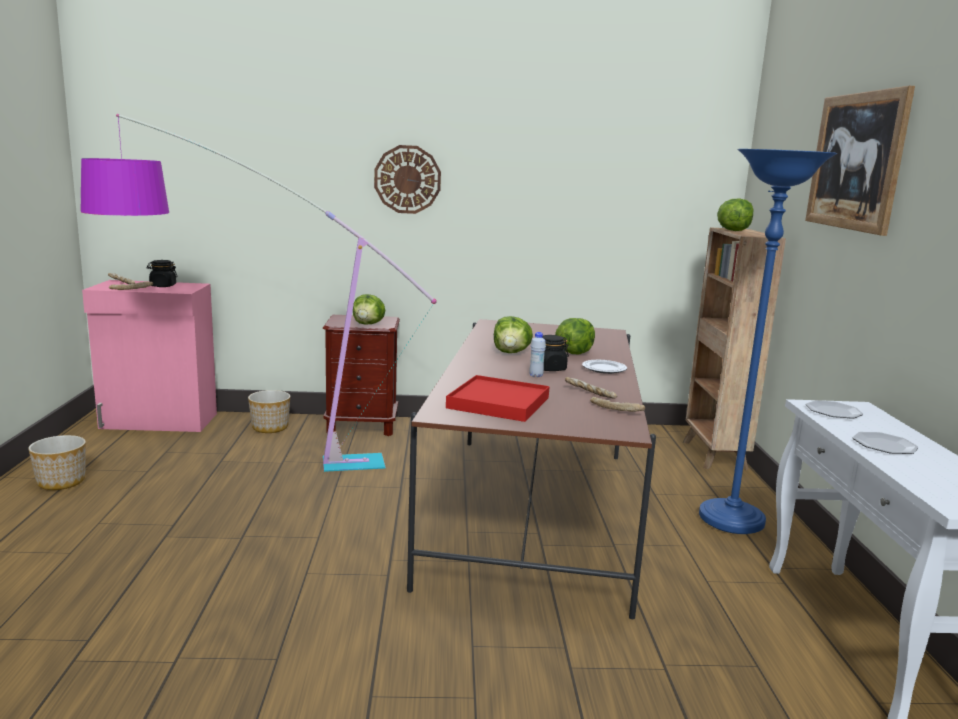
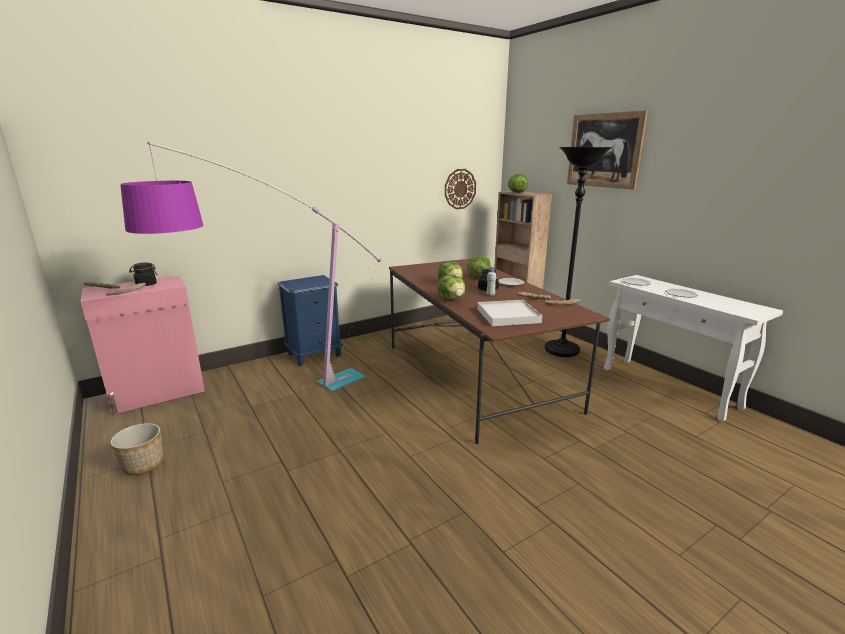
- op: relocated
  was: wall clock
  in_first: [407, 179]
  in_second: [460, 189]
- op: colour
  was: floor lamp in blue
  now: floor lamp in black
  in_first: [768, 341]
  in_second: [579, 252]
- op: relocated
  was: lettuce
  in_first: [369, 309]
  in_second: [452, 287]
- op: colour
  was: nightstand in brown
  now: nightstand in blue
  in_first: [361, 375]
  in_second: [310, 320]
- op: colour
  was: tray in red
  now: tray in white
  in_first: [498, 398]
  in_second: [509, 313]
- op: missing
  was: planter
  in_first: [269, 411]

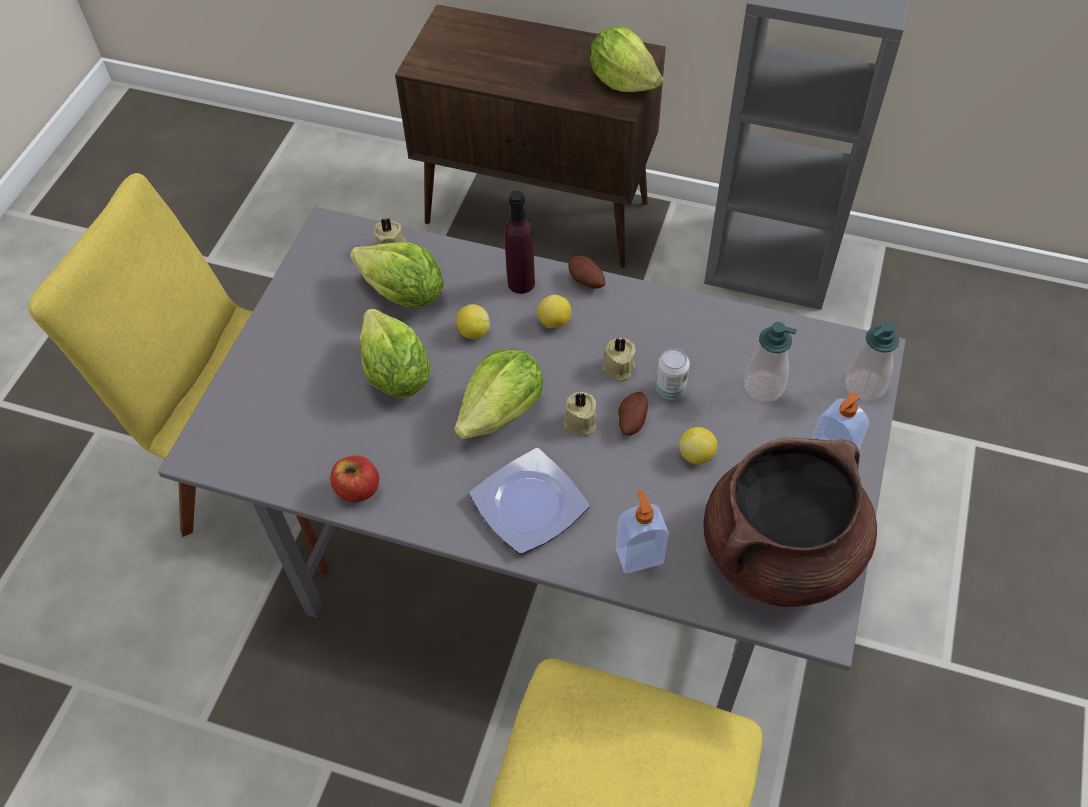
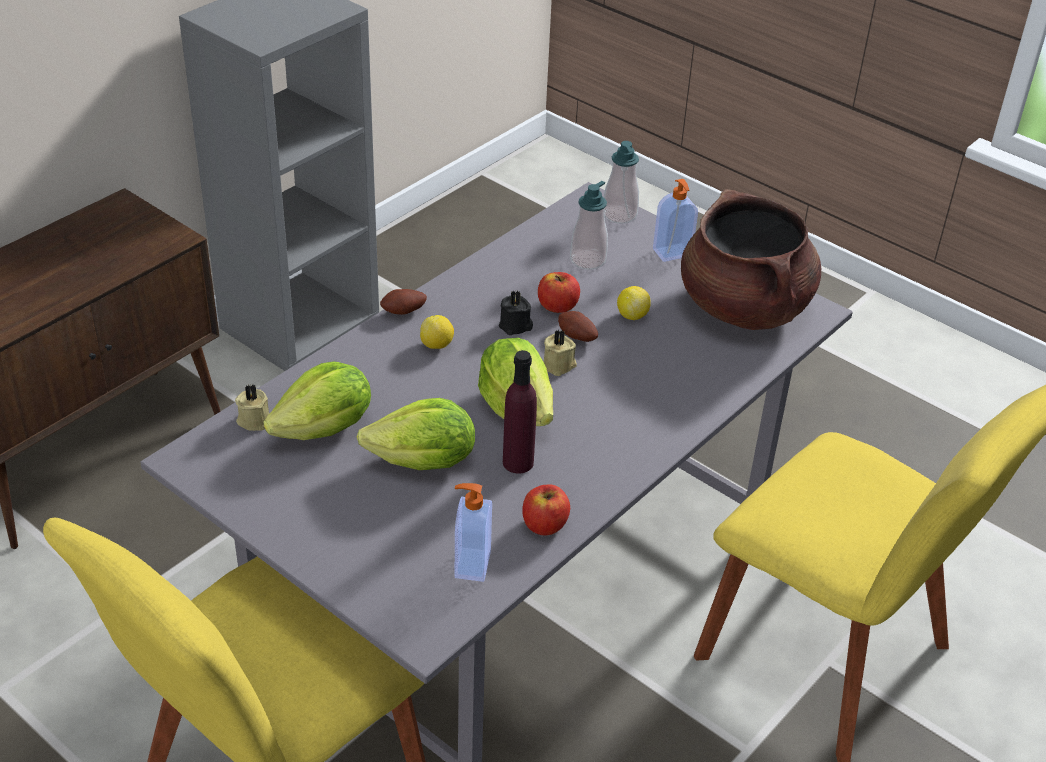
- op: missing
  was: lettuce
  in_first: [626, 59]
- op: relocated
  was: bottle in purple
  in_first: [519, 242]
  in_second: [520, 412]
- op: missing
  was: lemon
  in_first: [473, 321]
- op: colour
  was: candle in beige
  now: candle in black
  in_first: [619, 360]
  in_second: [516, 312]
- op: exchanged
  was: can
  now: apple
  in_first: [673, 373]
  in_second: [559, 292]
- op: missing
  was: plate
  in_first: [529, 501]
- op: relocated
  was: soap dispenser
  in_first: [642, 532]
  in_second: [473, 532]

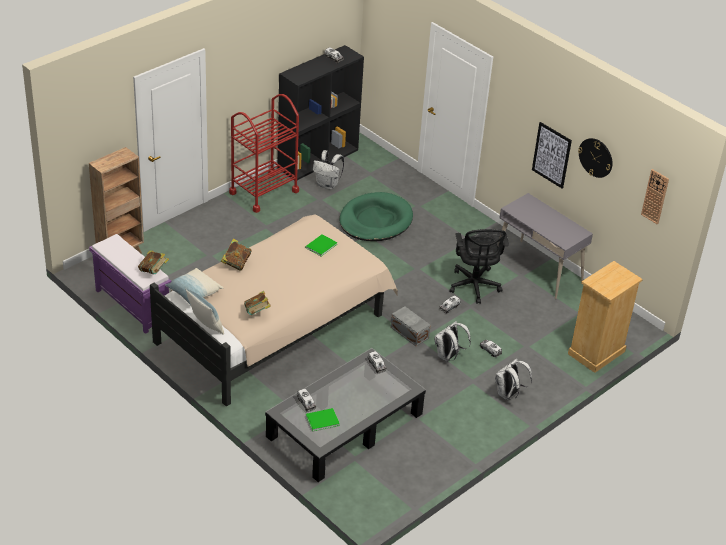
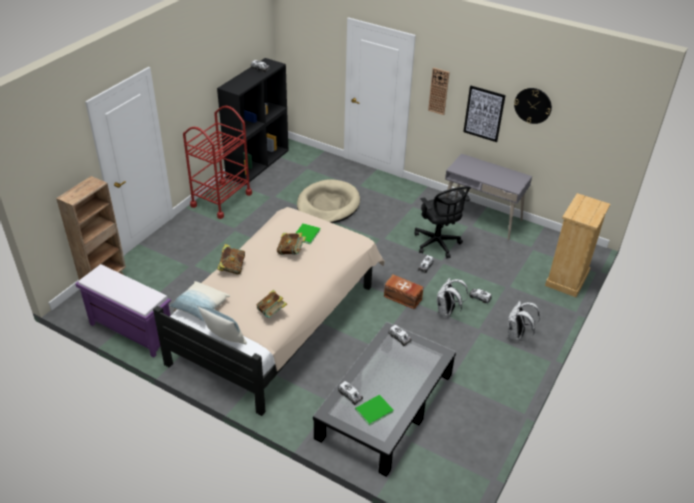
- op: missing
  was: backpack in white
  in_first: [328, 169]
- op: relocated
  was: wall clock
  in_first: [655, 197]
  in_second: [439, 91]
- op: colour
  was: dog bed in green
  now: dog bed in beige
  in_first: [376, 216]
  in_second: [328, 201]
- op: relocated
  was: book
  in_first: [153, 262]
  in_second: [291, 244]
- op: colour
  was: storage box in grey
  now: storage box in brown
  in_first: [411, 326]
  in_second: [404, 292]

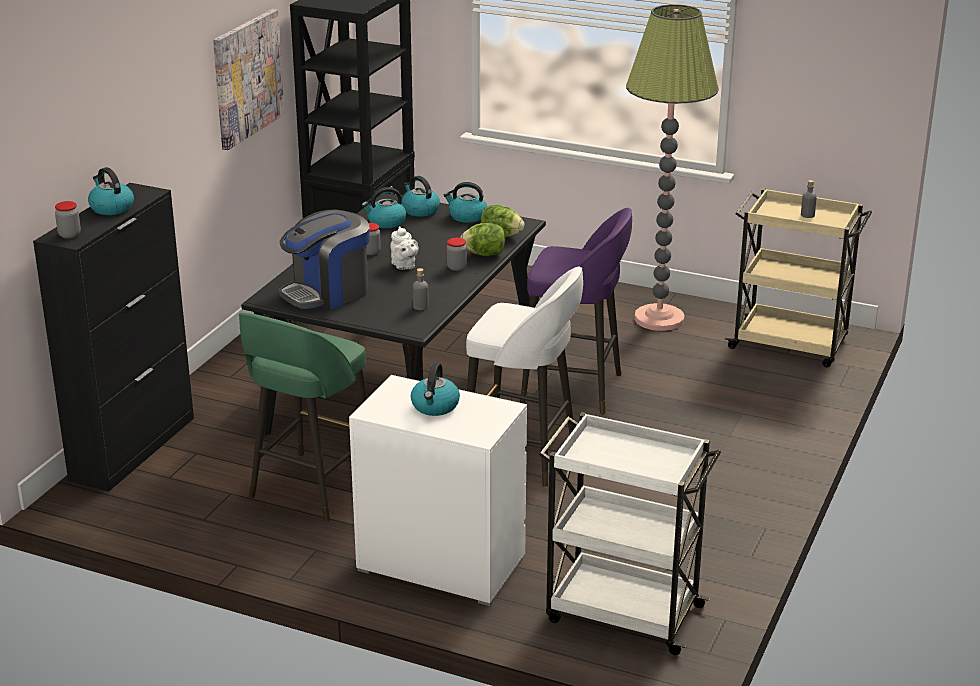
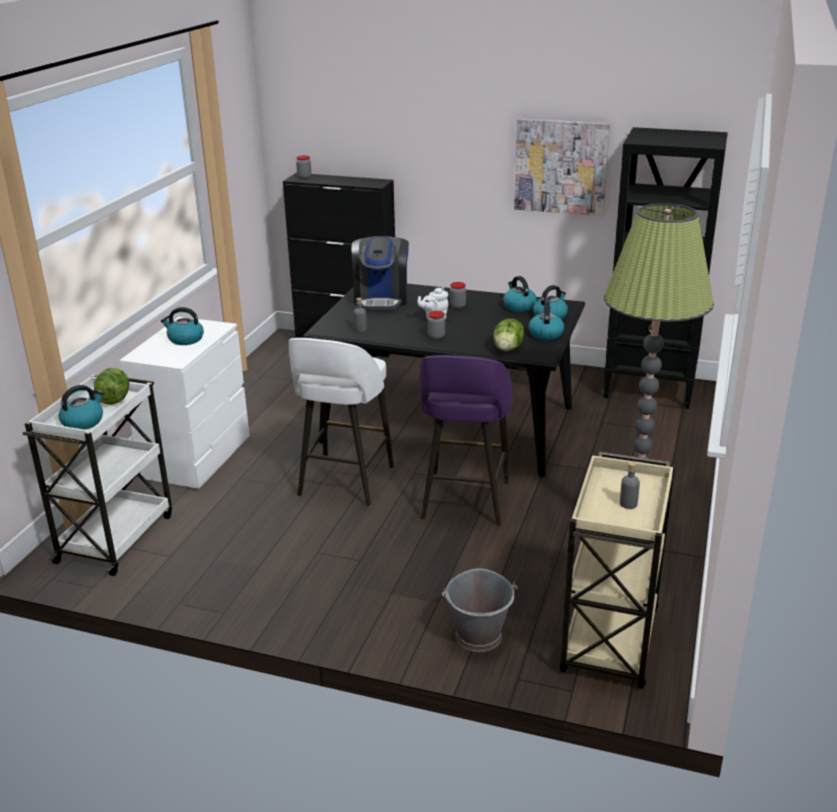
- op: relocated
  was: kettle
  in_first: [111, 191]
  in_second: [81, 407]
- op: spun
  was: coffee machine
  in_first: [324, 260]
  in_second: [380, 273]
  clockwise: -135
- op: relocated
  was: lettuce
  in_first: [482, 239]
  in_second: [111, 386]
- op: missing
  was: stool in green
  in_first: [303, 417]
- op: appeared
  now: bucket in grey
  in_second: [480, 610]

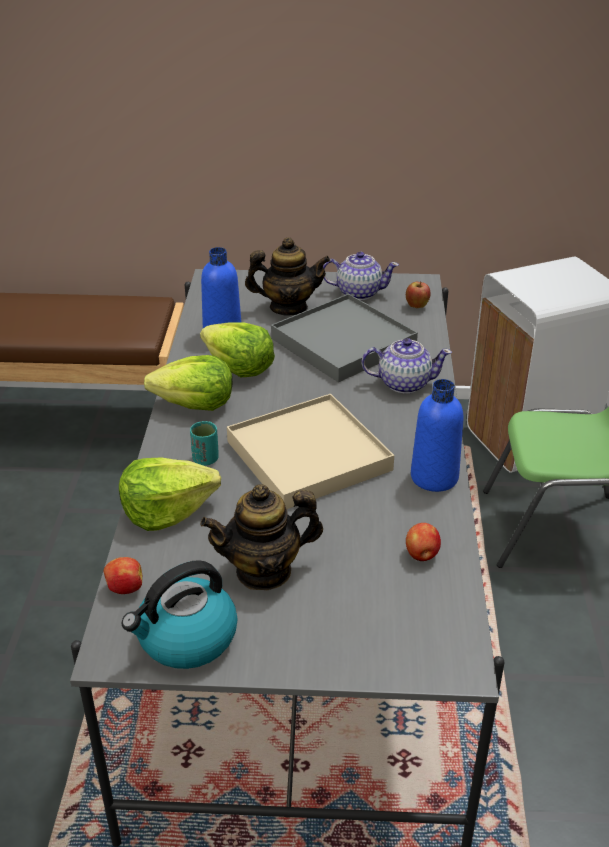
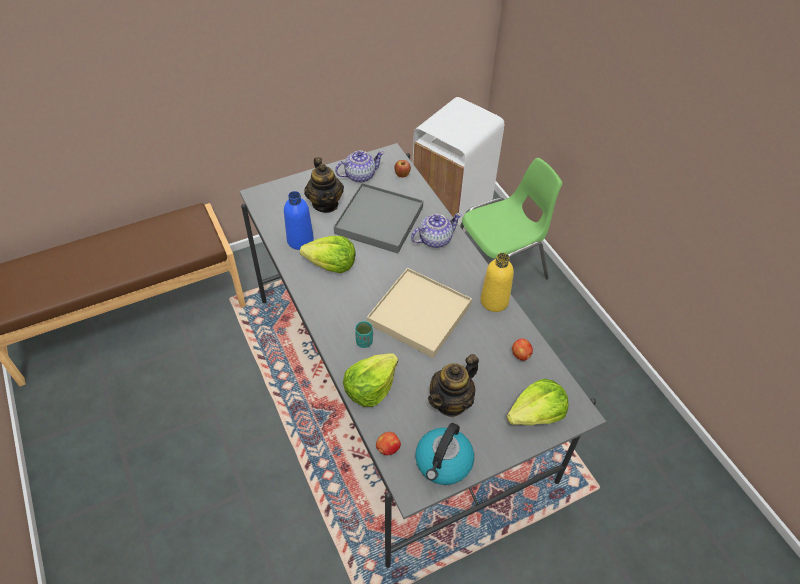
- op: spun
  was: teapot
  in_first: [287, 276]
  in_second: [324, 185]
  clockwise: 105
- op: relocated
  was: lettuce
  in_first: [188, 383]
  in_second: [538, 402]
- op: colour
  was: bottle in blue
  now: bottle in yellow
  in_first: [437, 435]
  in_second: [497, 282]

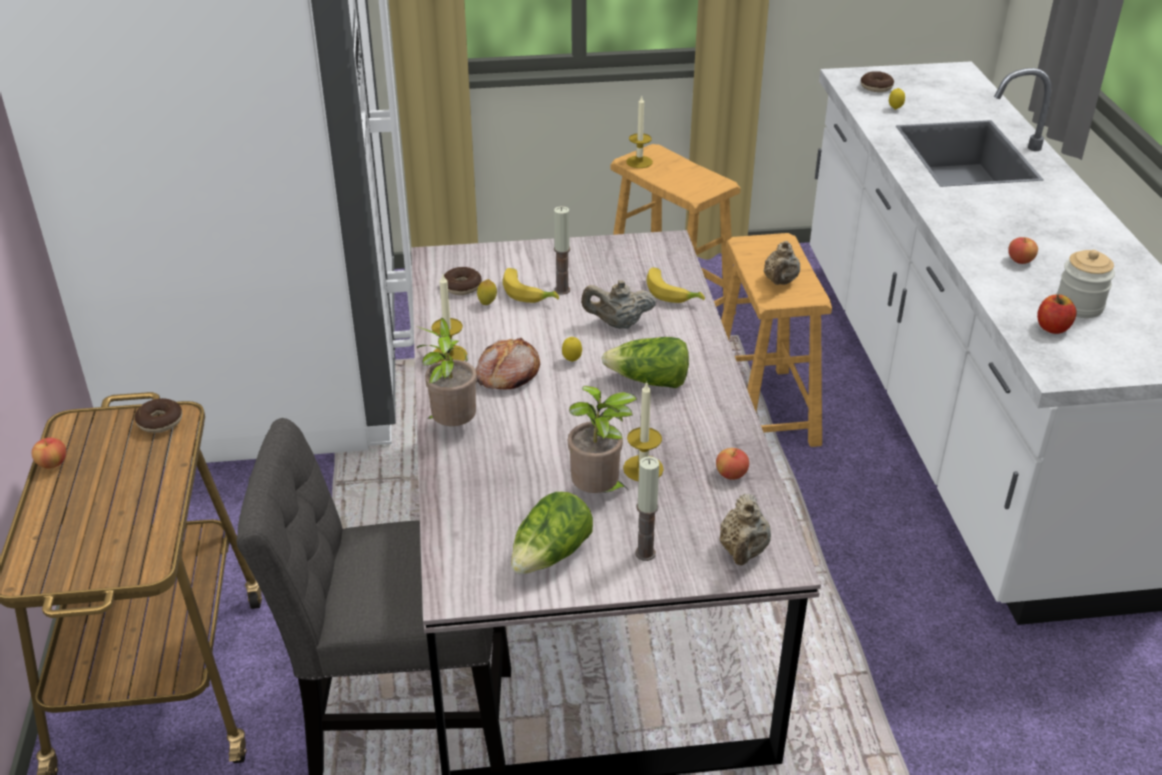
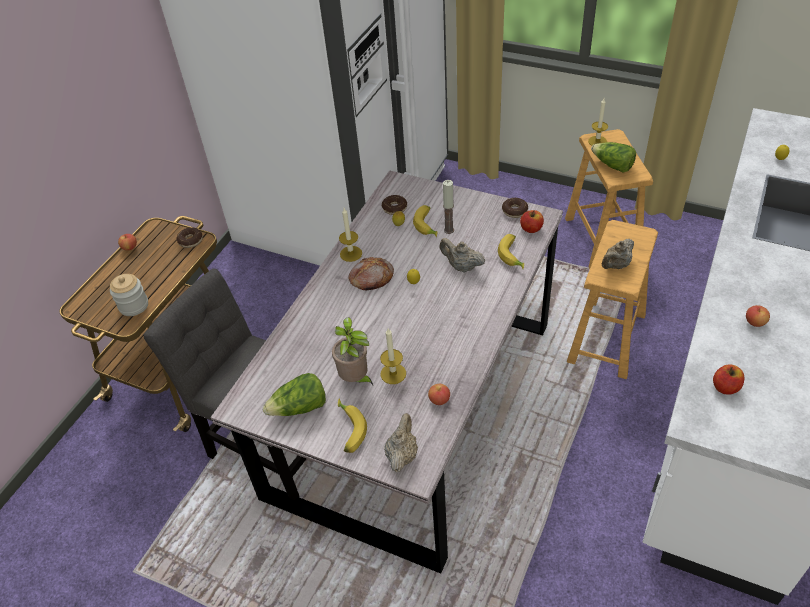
- op: relocated
  was: donut
  in_first: [877, 81]
  in_second: [515, 208]
- op: relocated
  was: jar
  in_first: [1086, 284]
  in_second: [129, 295]
- op: missing
  was: potted plant
  in_first: [446, 372]
- op: relocated
  was: lettuce
  in_first: [645, 362]
  in_second: [613, 157]
- op: exchanged
  was: candle
  now: banana
  in_first: [647, 508]
  in_second: [352, 426]
- op: spun
  was: teapot in beige
  in_first: [745, 529]
  in_second: [401, 442]
  clockwise: 150
- op: appeared
  now: apple
  in_second: [532, 221]

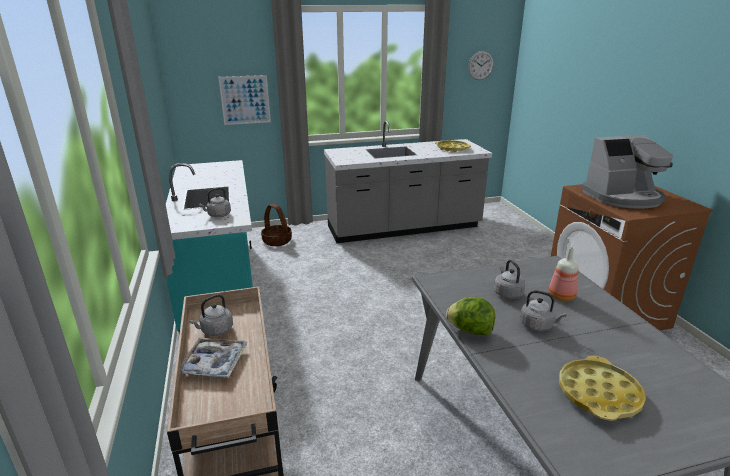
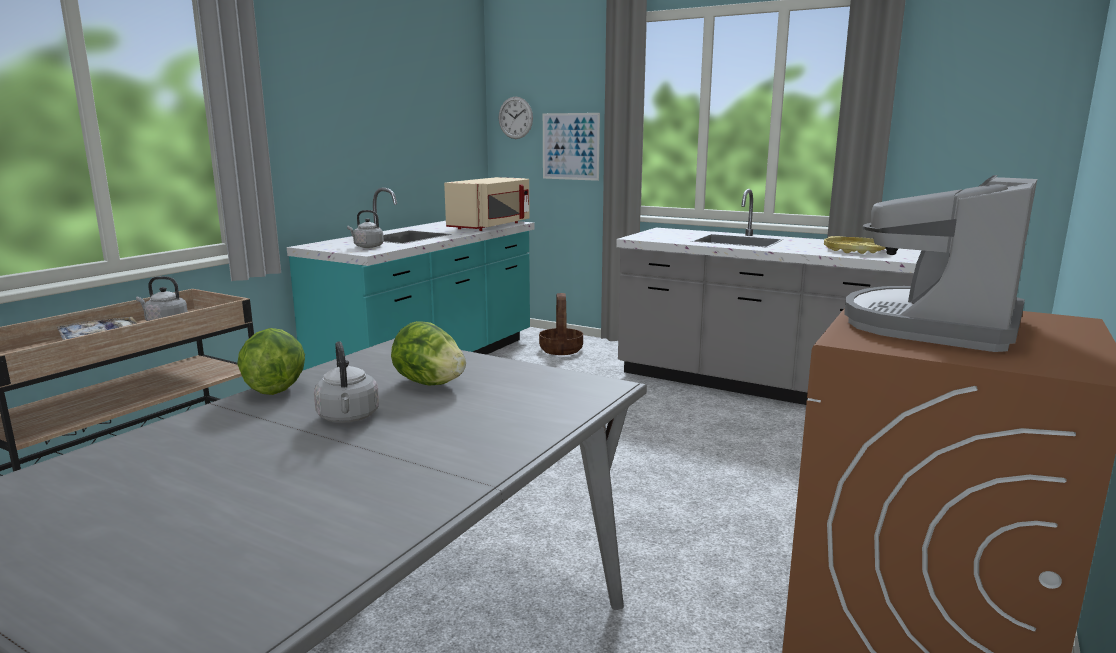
- op: relocated
  was: wall clock
  in_first: [481, 65]
  in_second: [516, 118]
- op: spun
  was: coffee machine
  in_first: [627, 172]
  in_second: [940, 263]
  clockwise: 90
- op: missing
  was: bottle
  in_first: [564, 274]
- op: exchanged
  was: kettle in grey
  now: lettuce
  in_first: [509, 279]
  in_second: [428, 353]
- op: missing
  was: tray in yellow
  in_first: [602, 388]
- op: appeared
  now: microwave in beige
  in_second: [487, 204]

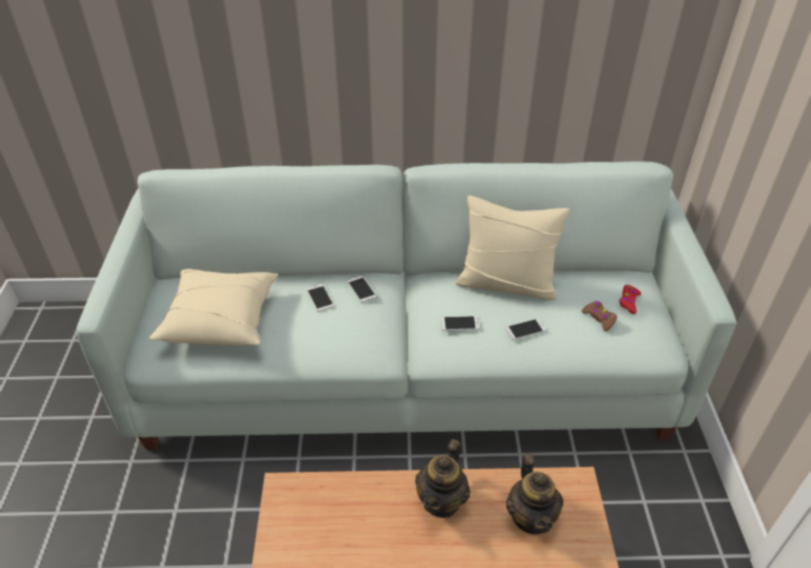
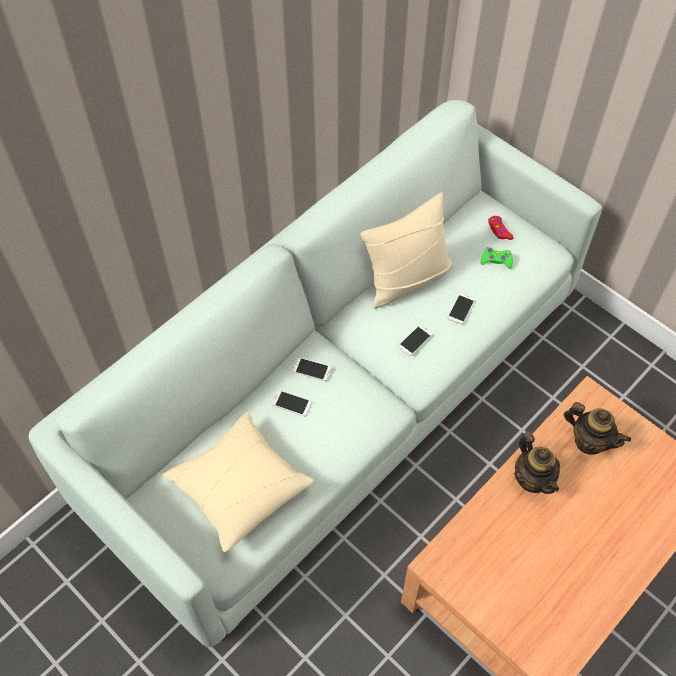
- op: colour
  was: game controller in brown
  now: game controller in green
  in_first: [599, 316]
  in_second: [496, 258]

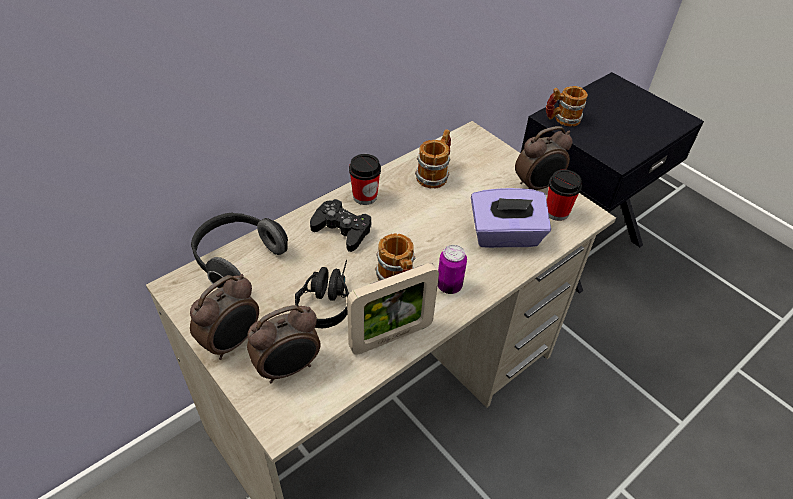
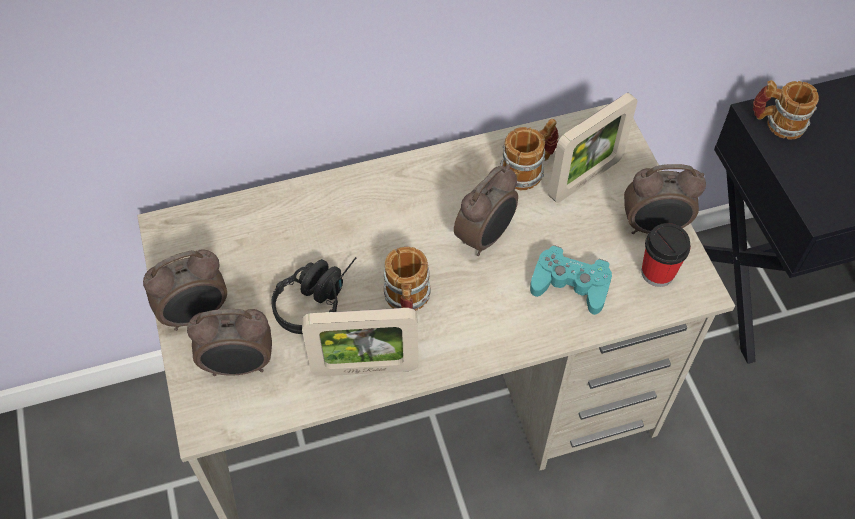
- op: missing
  was: cup
  in_first: [365, 179]
- op: exchanged
  was: tissue box in purple
  now: game controller in turquoise
  in_first: [511, 218]
  in_second: [571, 280]
- op: missing
  was: game controller in black
  in_first: [340, 225]
- op: missing
  was: headphones
  in_first: [239, 250]
- op: missing
  was: can
  in_first: [452, 269]
- op: appeared
  now: picture frame
  in_second: [593, 148]
- op: appeared
  now: alarm clock
  in_second: [486, 210]

